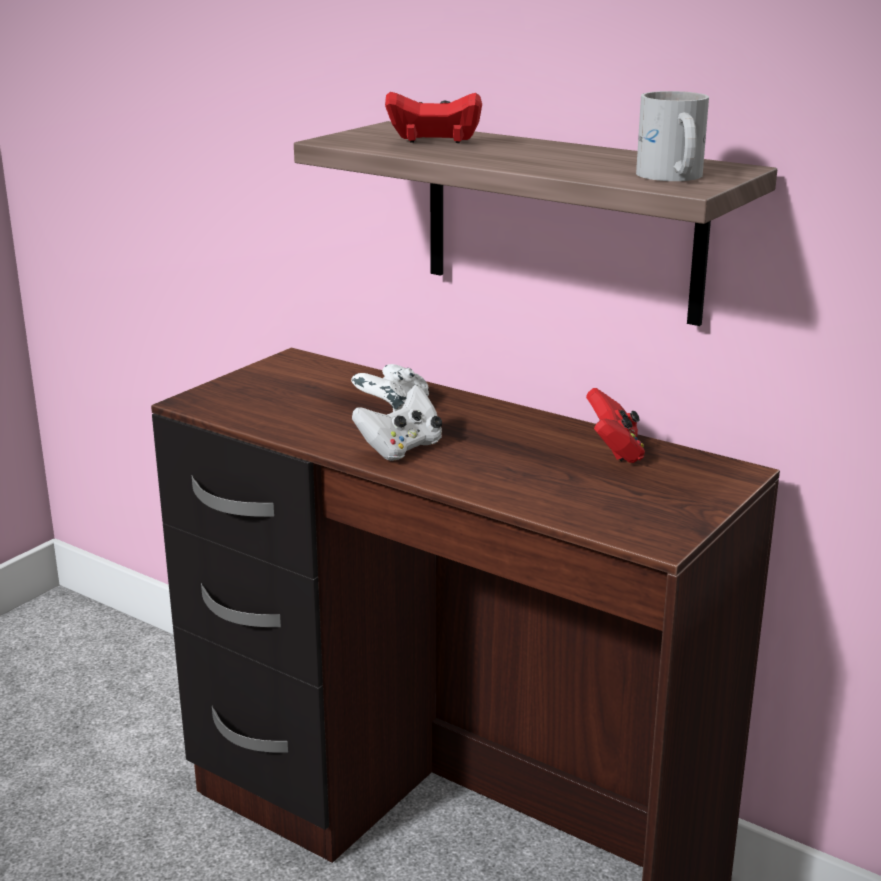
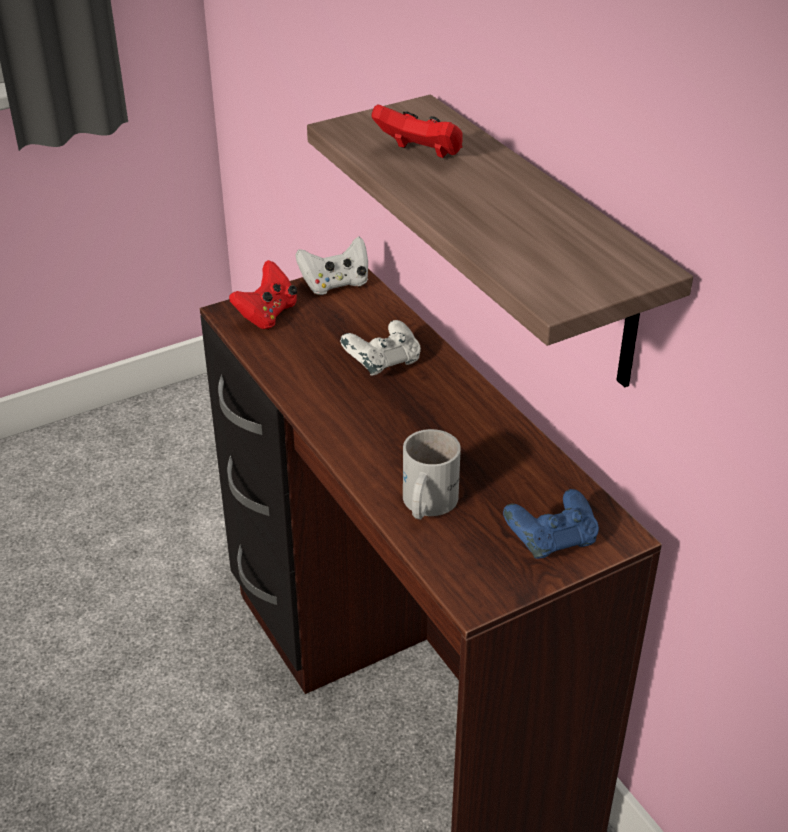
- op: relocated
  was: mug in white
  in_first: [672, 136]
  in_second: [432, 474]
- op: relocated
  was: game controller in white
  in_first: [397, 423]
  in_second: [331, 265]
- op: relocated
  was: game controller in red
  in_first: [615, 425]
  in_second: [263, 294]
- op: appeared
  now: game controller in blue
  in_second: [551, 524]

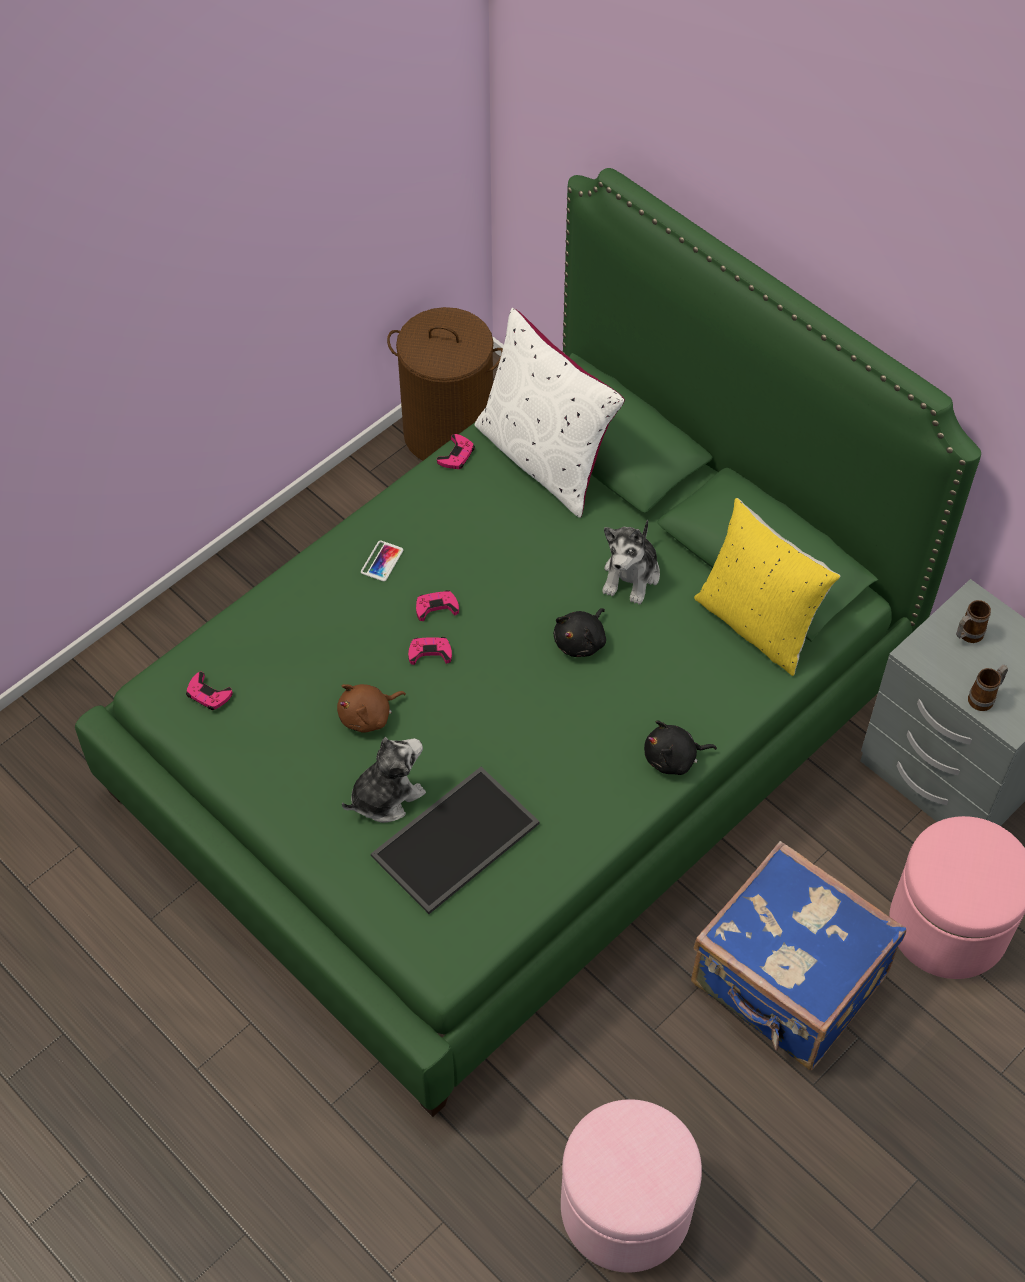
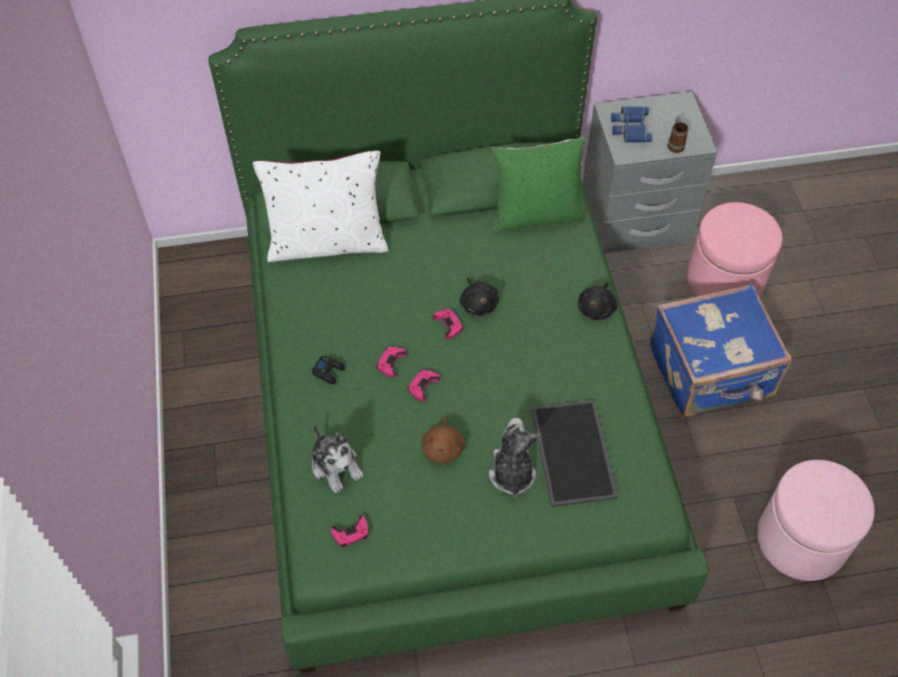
- op: missing
  was: laundry basket in brown
  in_first: [445, 383]
- op: relocated
  was: game controller in pink
  in_first: [456, 451]
  in_second: [448, 324]
- op: colour
  was: pillow in yellow
  now: pillow in green
  in_first: [767, 587]
  in_second: [538, 184]
- op: relocated
  was: plush toy
  in_first: [631, 562]
  in_second: [338, 458]
- op: exchanged
  was: phone
  now: game controller in black
  in_first: [382, 560]
  in_second: [328, 370]
- op: exchanged
  was: mug
  now: binoculars in blue
  in_first: [973, 621]
  in_second: [631, 125]

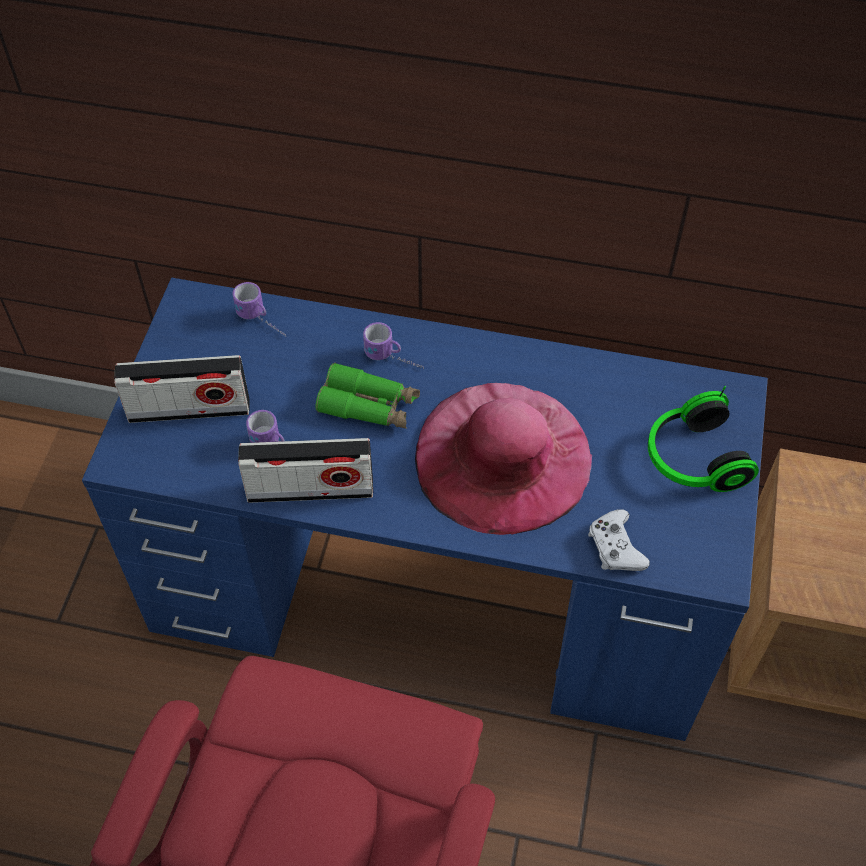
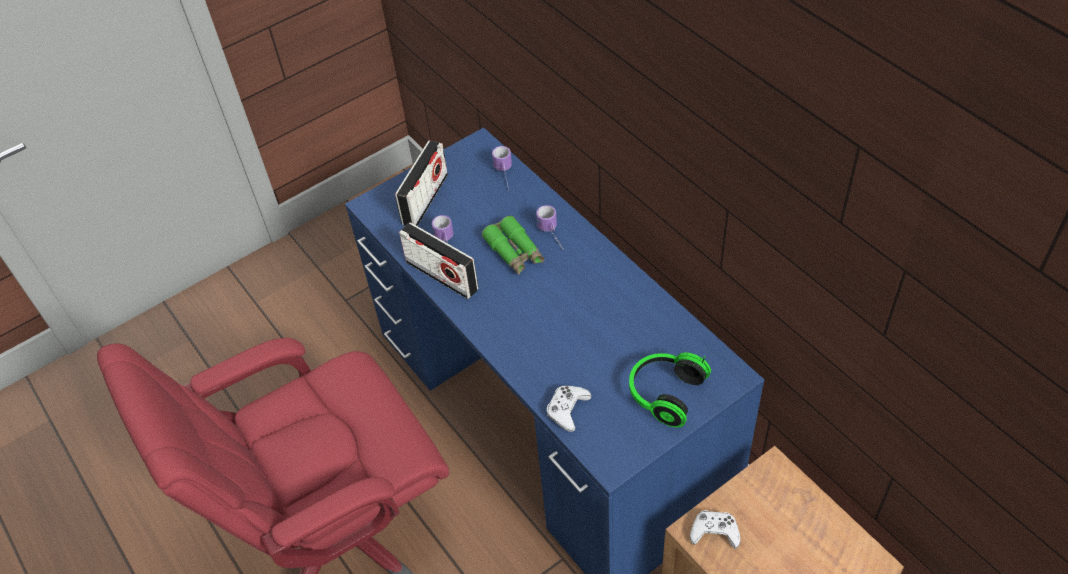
- op: spun
  was: radio
  in_first: [181, 389]
  in_second: [421, 183]
  clockwise: -105
- op: missing
  was: hat in pink
  in_first: [503, 459]
- op: appeared
  now: game controller in white
  in_second: [715, 529]

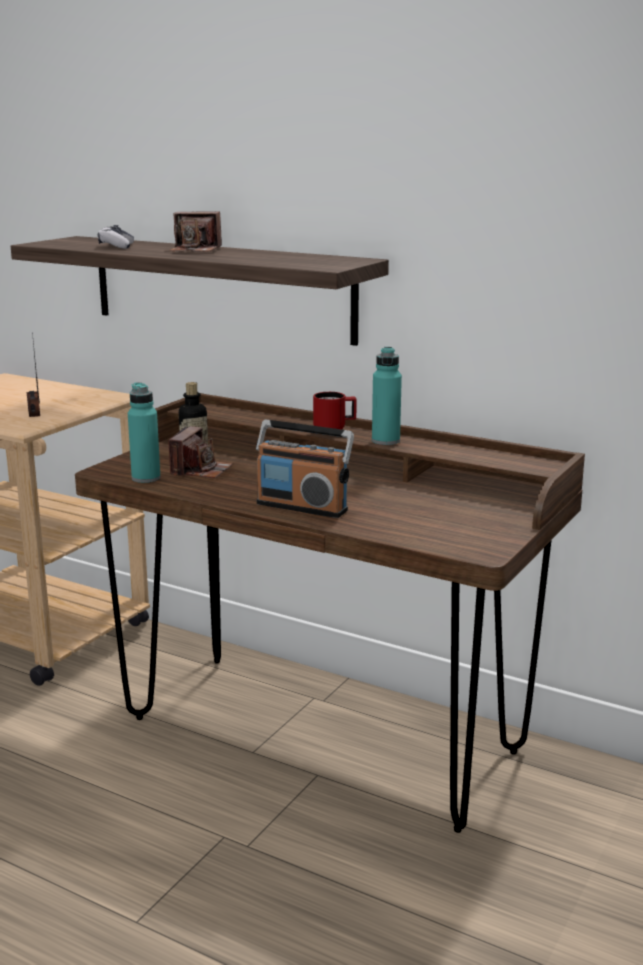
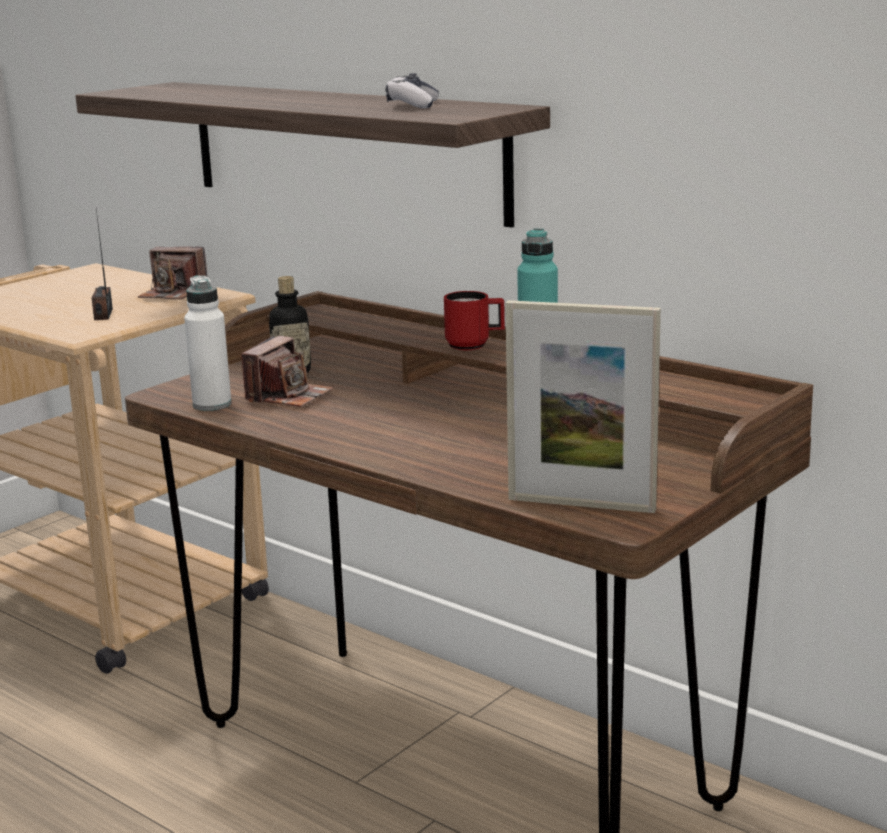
- op: relocated
  was: photo camera
  in_first: [195, 231]
  in_second: [173, 273]
- op: relocated
  was: game controller
  in_first: [116, 237]
  in_second: [412, 91]
- op: colour
  was: bottle in turquoise
  now: bottle in white
  in_first: [144, 432]
  in_second: [208, 343]
- op: missing
  was: radio
  in_first: [305, 468]
- op: appeared
  now: picture frame
  in_second: [583, 406]

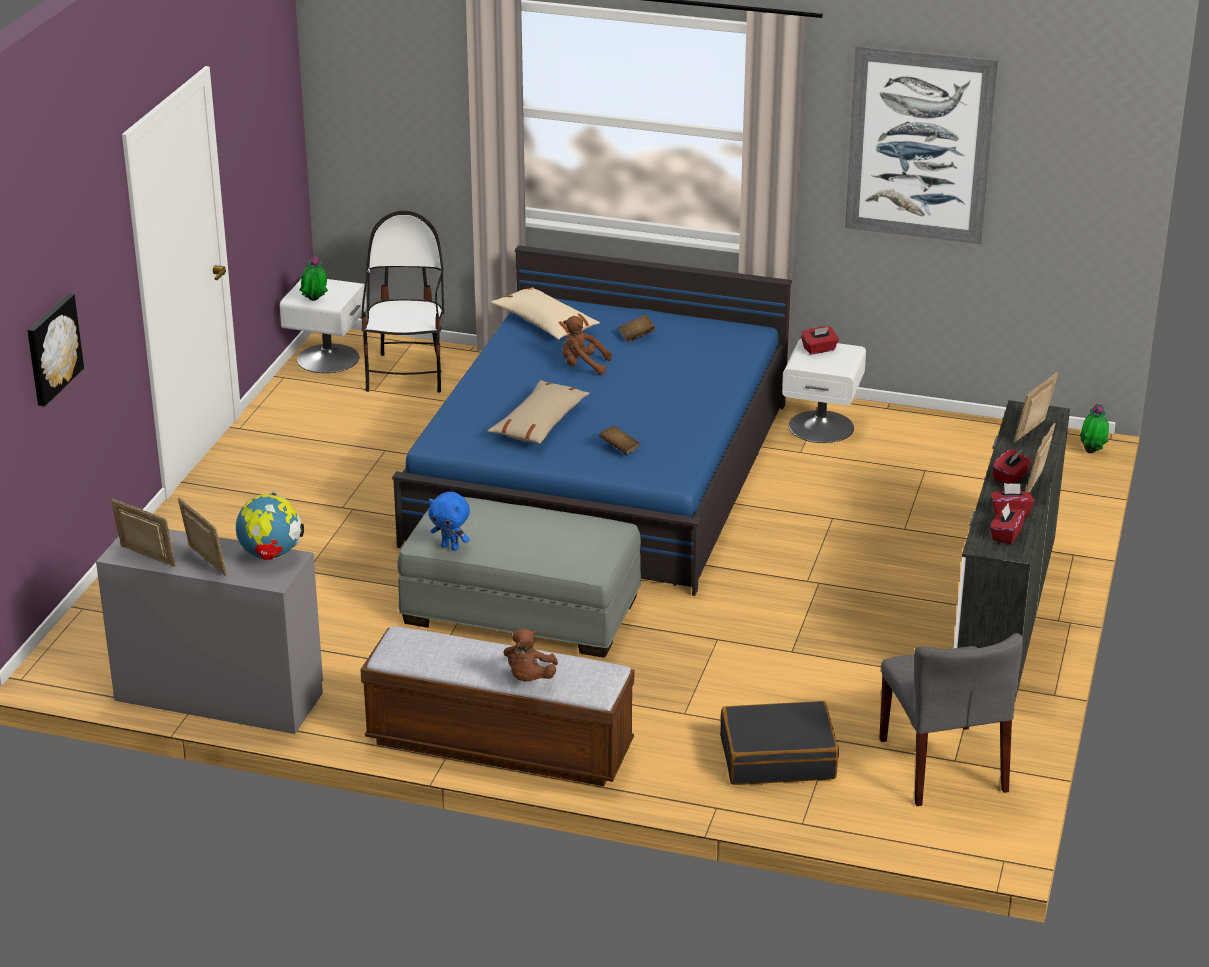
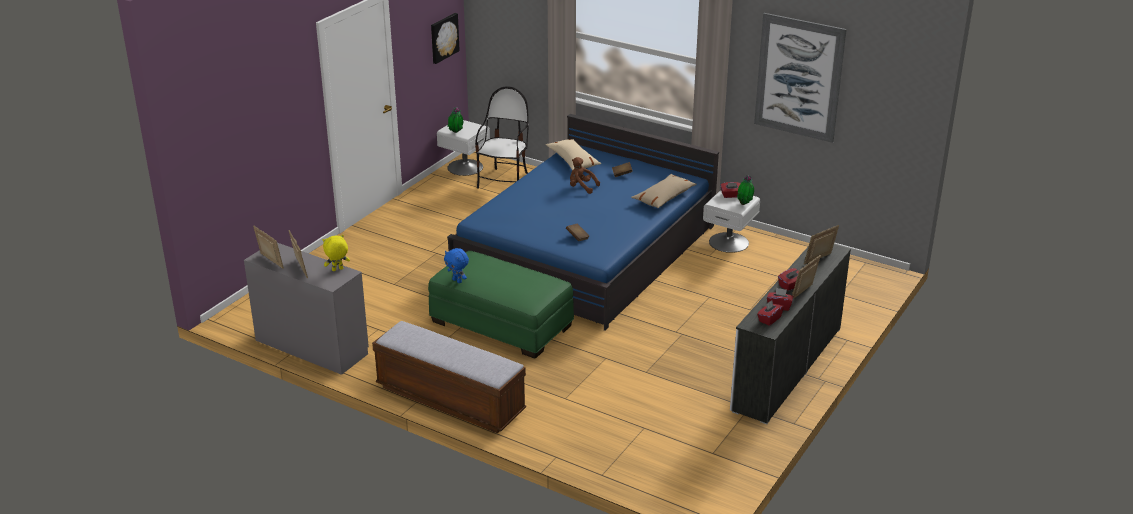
- op: relocated
  was: picture
  in_first: [55, 350]
  in_second: [445, 38]
- op: relocated
  was: pillow in beige
  in_first: [539, 412]
  in_second: [664, 191]
- op: relocated
  was: potted plant
  in_first: [1094, 428]
  in_second: [745, 190]
- op: exchanged
  was: globe
  now: plush toy in yellow
  in_first: [270, 525]
  in_second: [336, 253]
- op: colour
  was: ottoman in grey
  now: ottoman in green
  in_first: [519, 577]
  in_second: [501, 305]
- op: missing
  was: plush toy in brown
  in_first: [530, 654]
- op: missing
  was: chair in grey
  in_first: [951, 719]
- op: missing
  was: suitcase in black
  in_first: [779, 743]

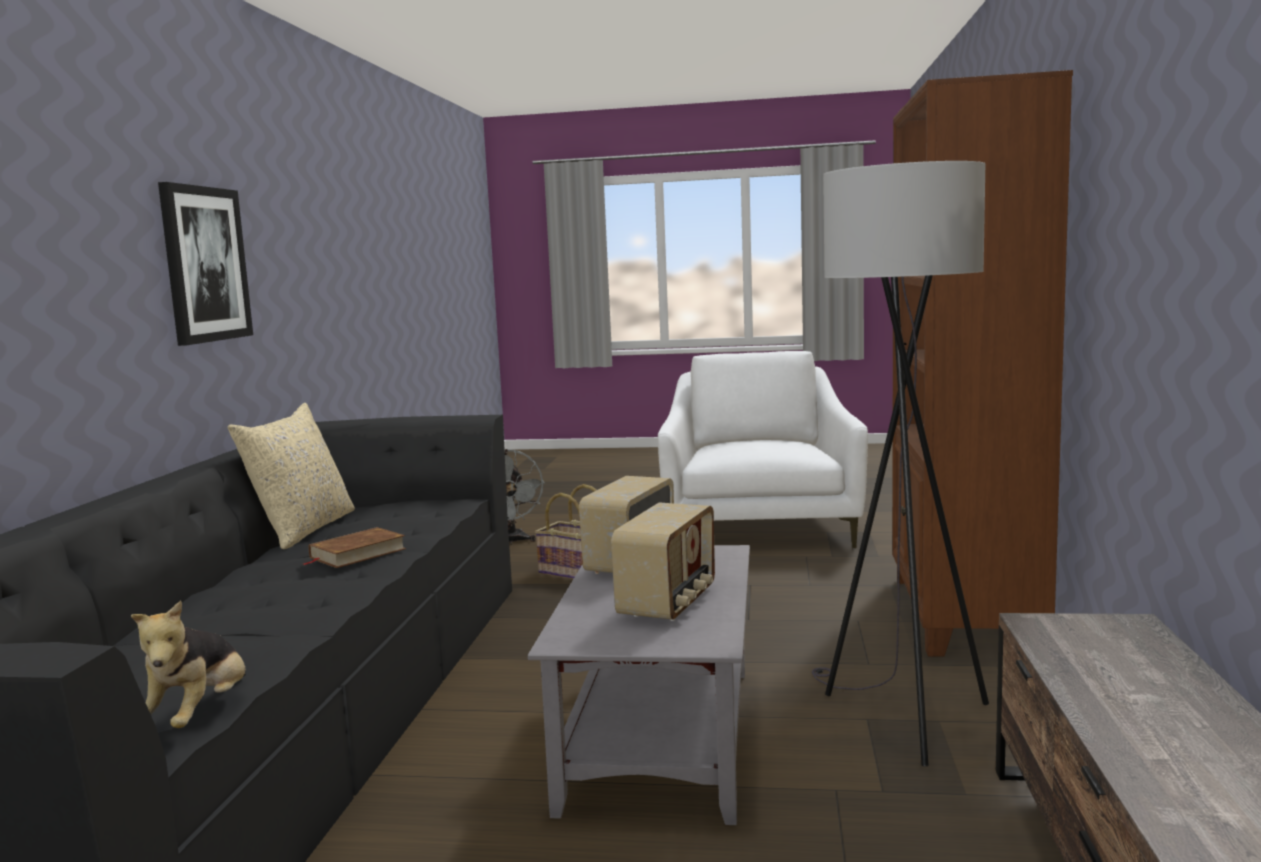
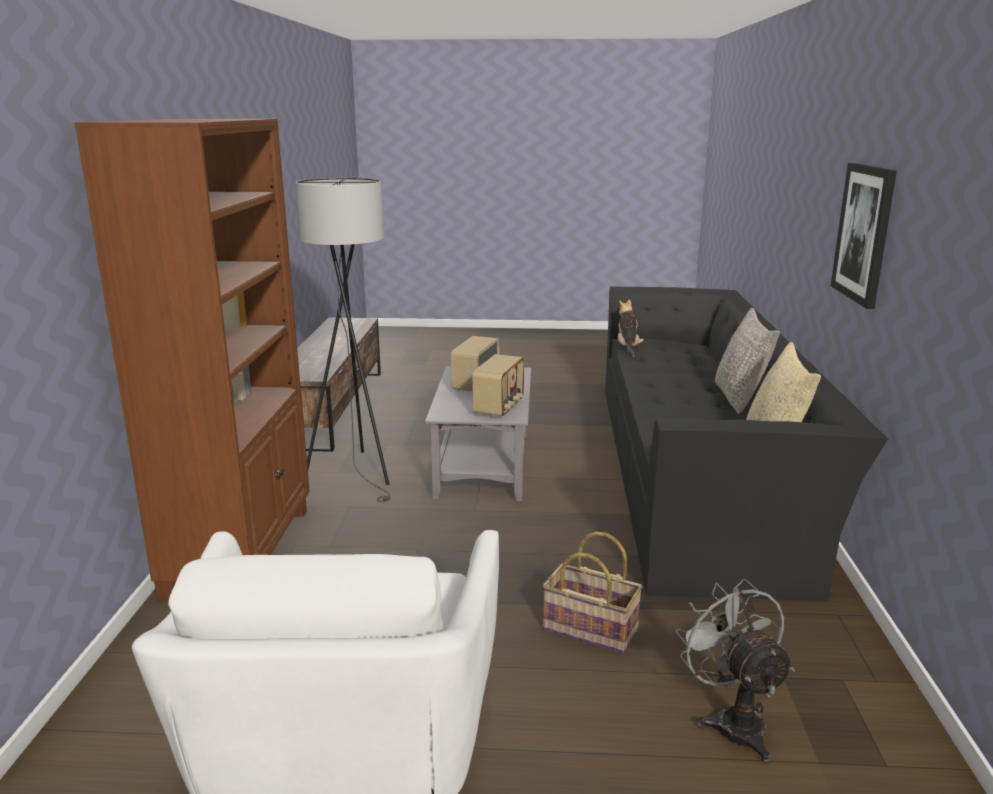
- op: missing
  was: book in brown
  in_first: [355, 547]
- op: appeared
  now: pillow in grey
  in_second: [747, 361]

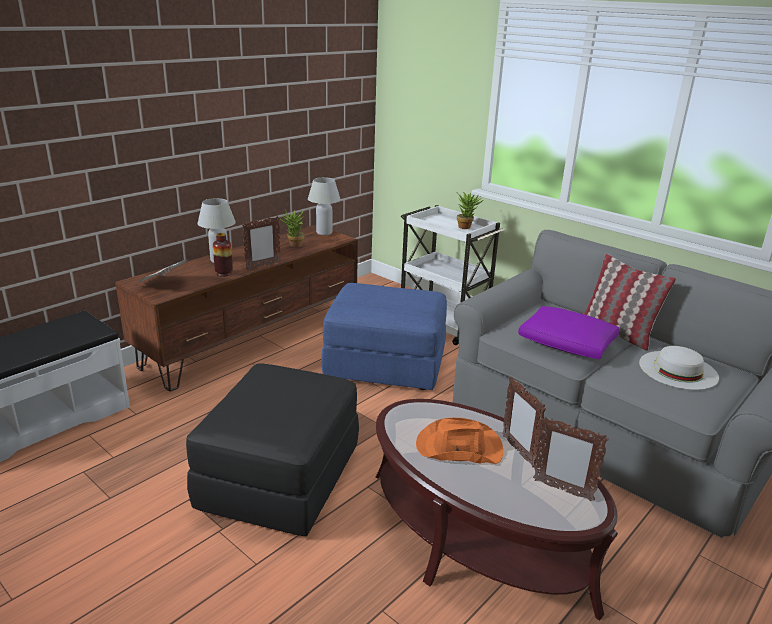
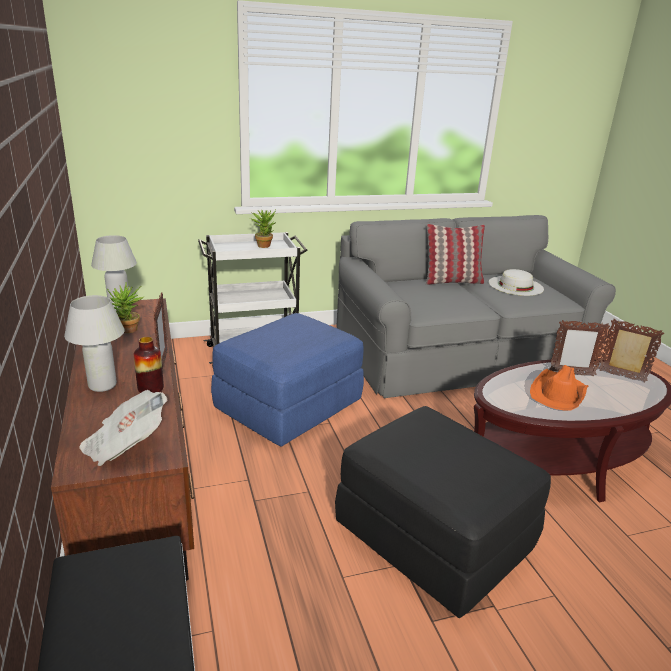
- op: missing
  was: pillow in purple
  in_first: [569, 332]
- op: spun
  was: picture frame
  in_first: [571, 459]
  in_second: [631, 350]
  clockwise: -120

